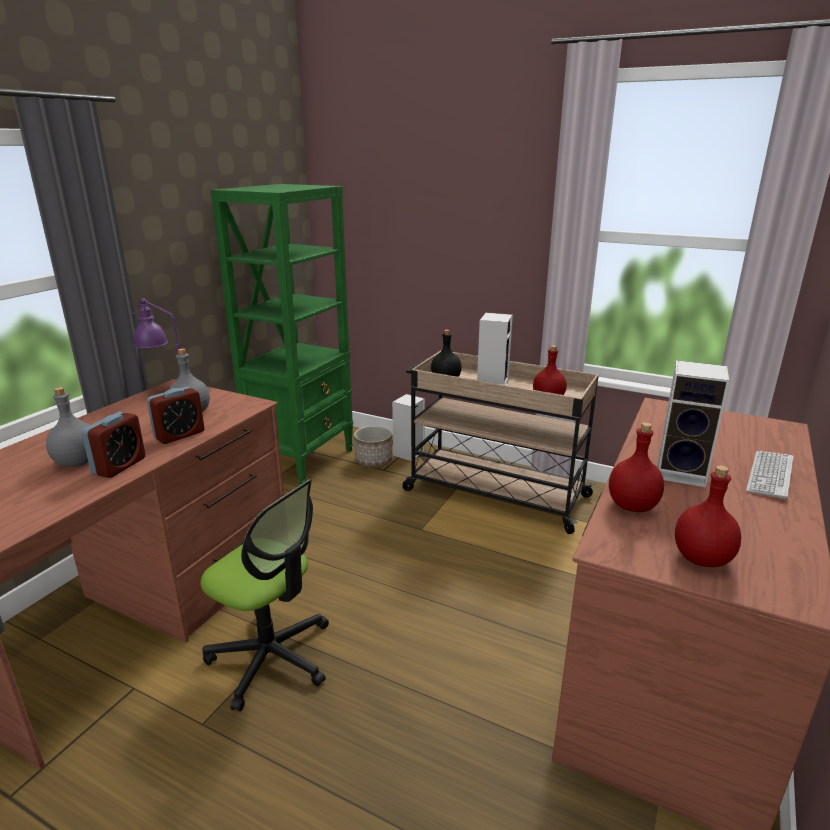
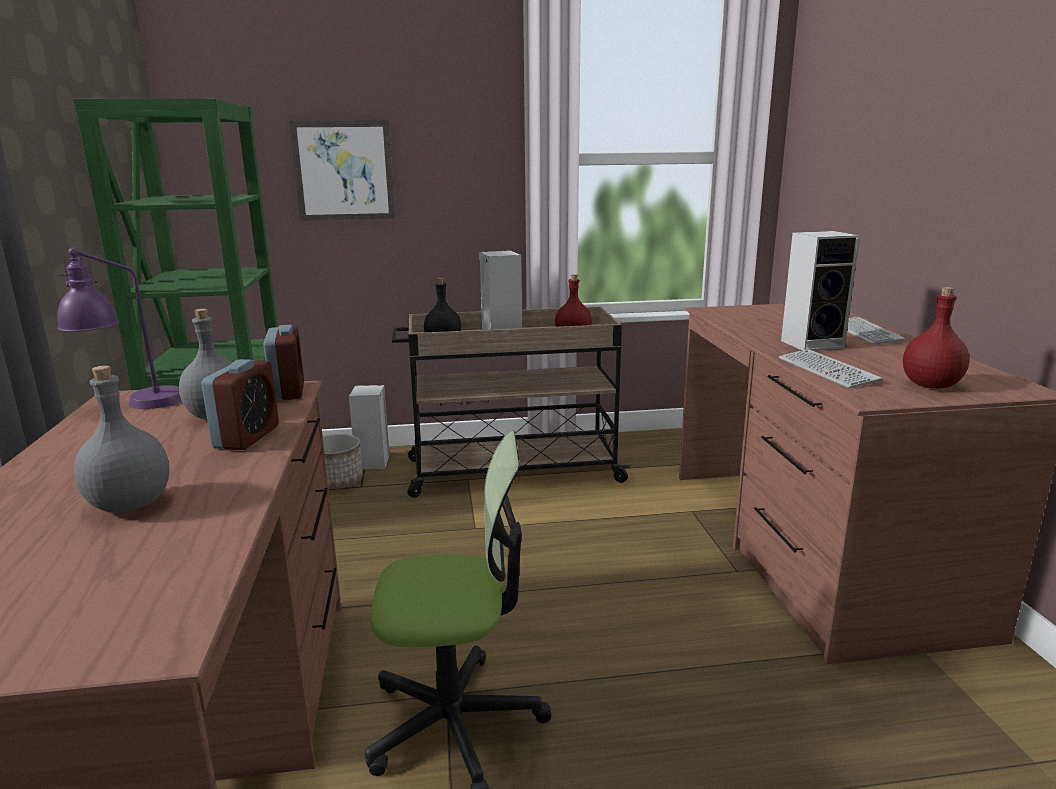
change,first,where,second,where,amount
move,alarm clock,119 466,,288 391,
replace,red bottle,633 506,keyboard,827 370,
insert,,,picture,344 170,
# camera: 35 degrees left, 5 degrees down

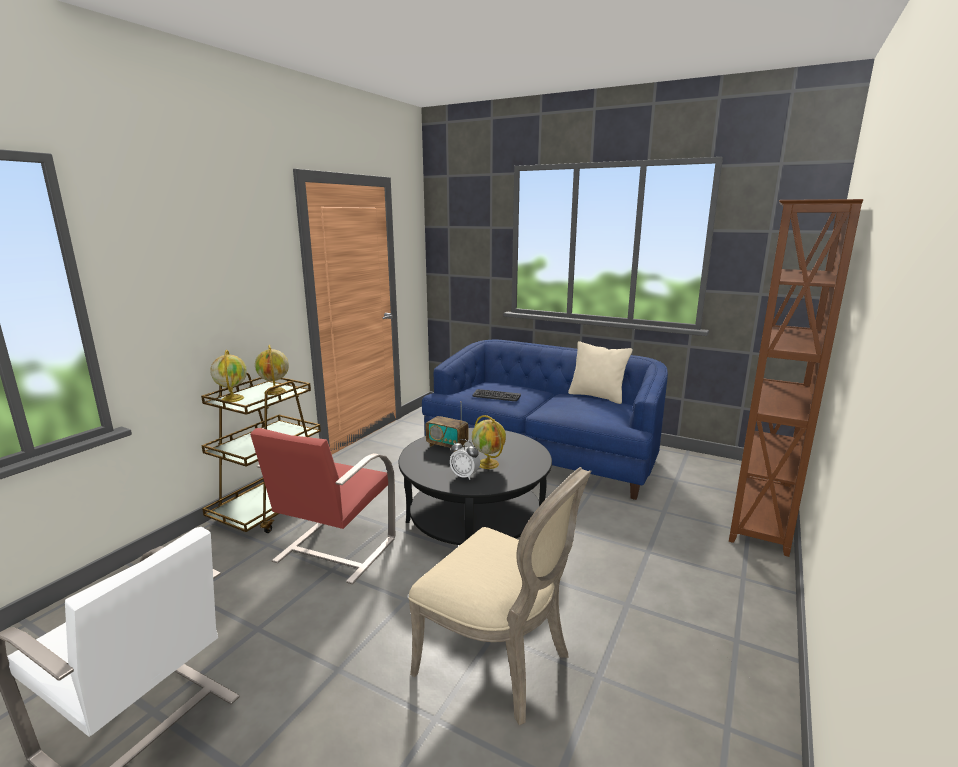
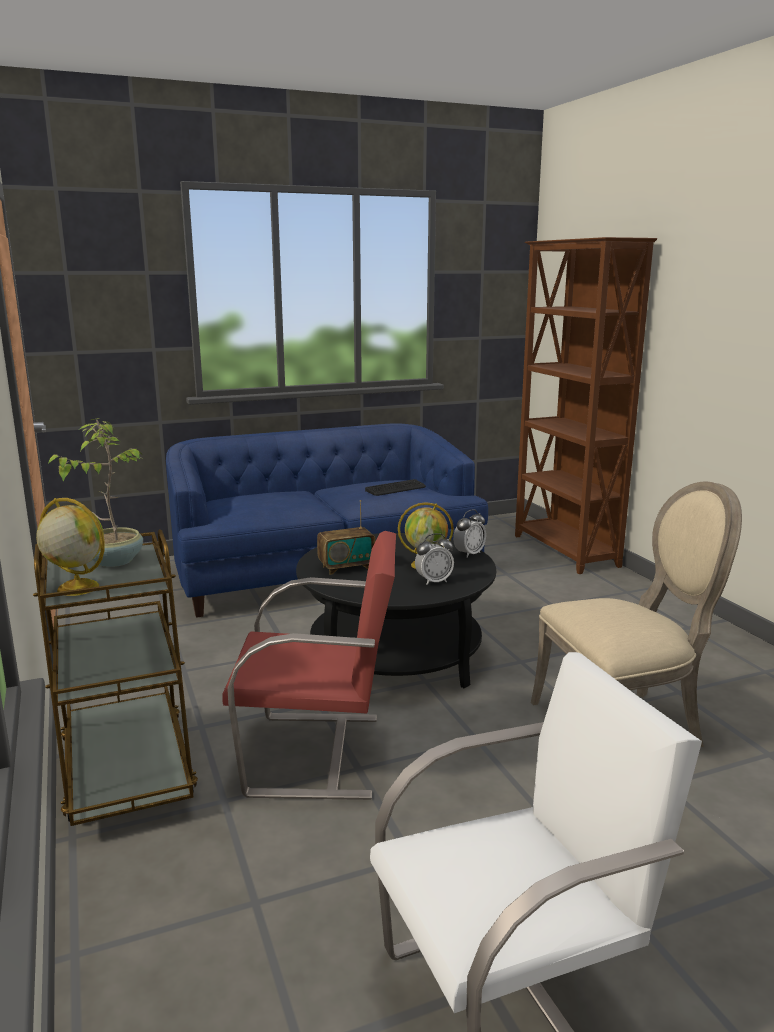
change,first,where,second,where,amount
delete,beige pillow,597 396,,,
replace,globe,275 392,potted plant,113 560,
move,keyboard,496 396,,396 489,
rotate,red chair,333 551,,318 755,60 degrees counterclockwise
insert,,,alarm clock,469 554,
# camera: 50 degrees left, 0 degrees up

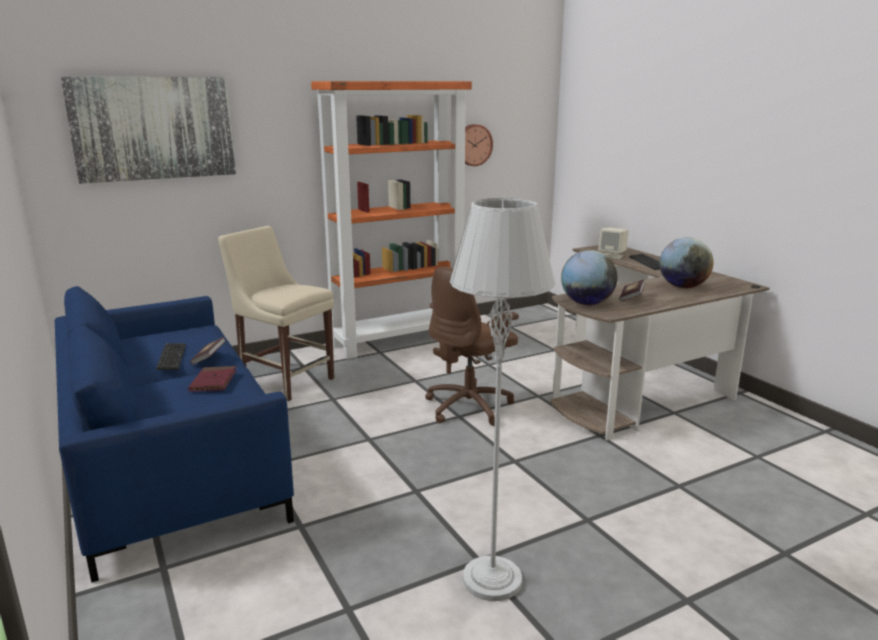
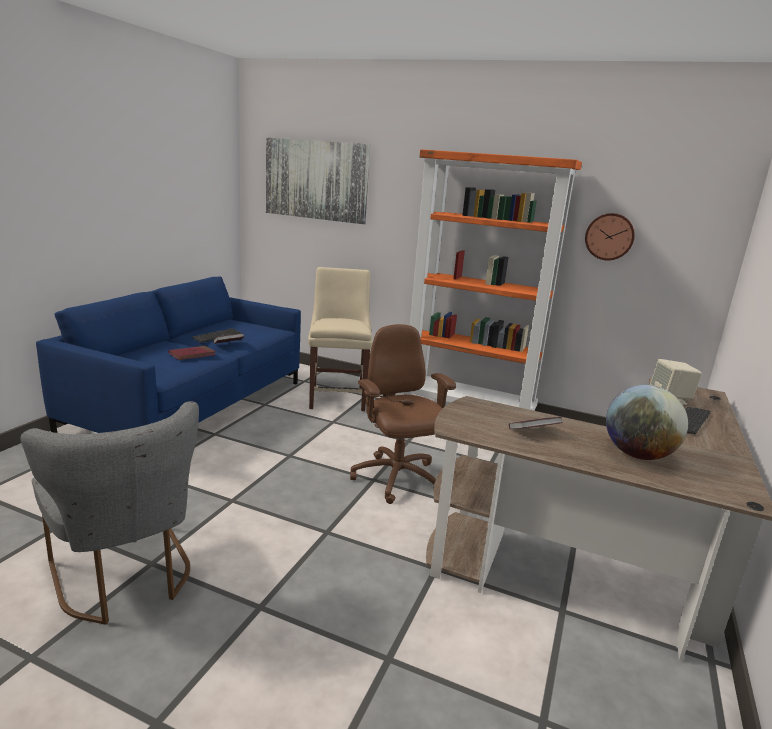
change,first,where,second,where,amount
replace,grey floor lamp,492 580,grey chair,126 579,
delete,globe,586 303,,,
rotate,brown office chair,470 407,,396 479,60 degrees clockwise
# camera: 50 degrees right, 0 degrees up

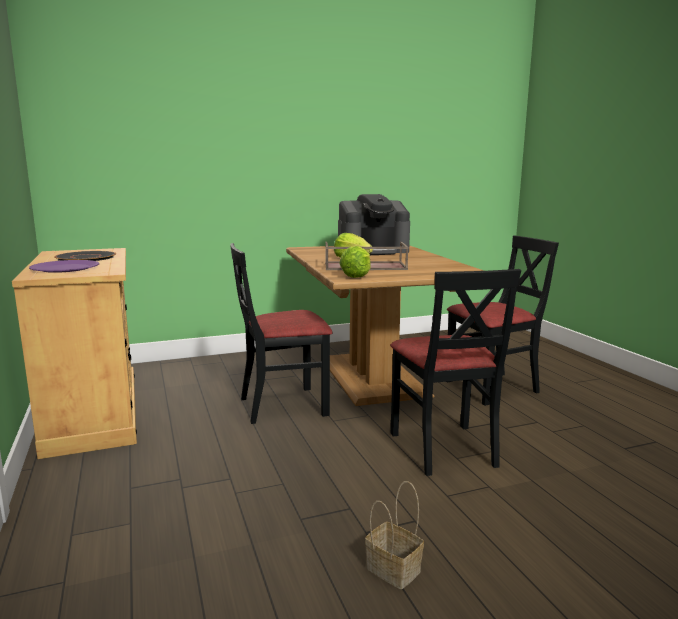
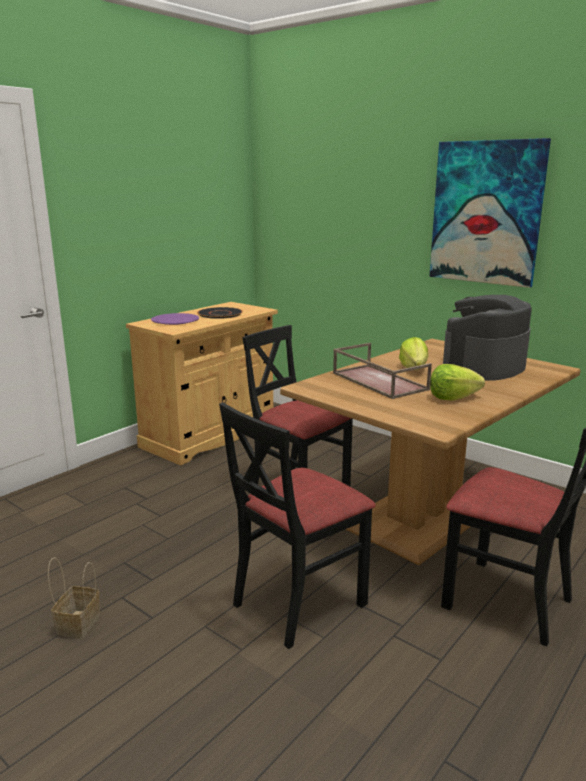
change,first,where,second,where,amount
rotate,coffee machine,373 251,,484 367,90 degrees clockwise
move,lettuce,357 276,,452 398,
insert,,,picture,486 213,
# camera: 60 degrees right, 5 degrees up

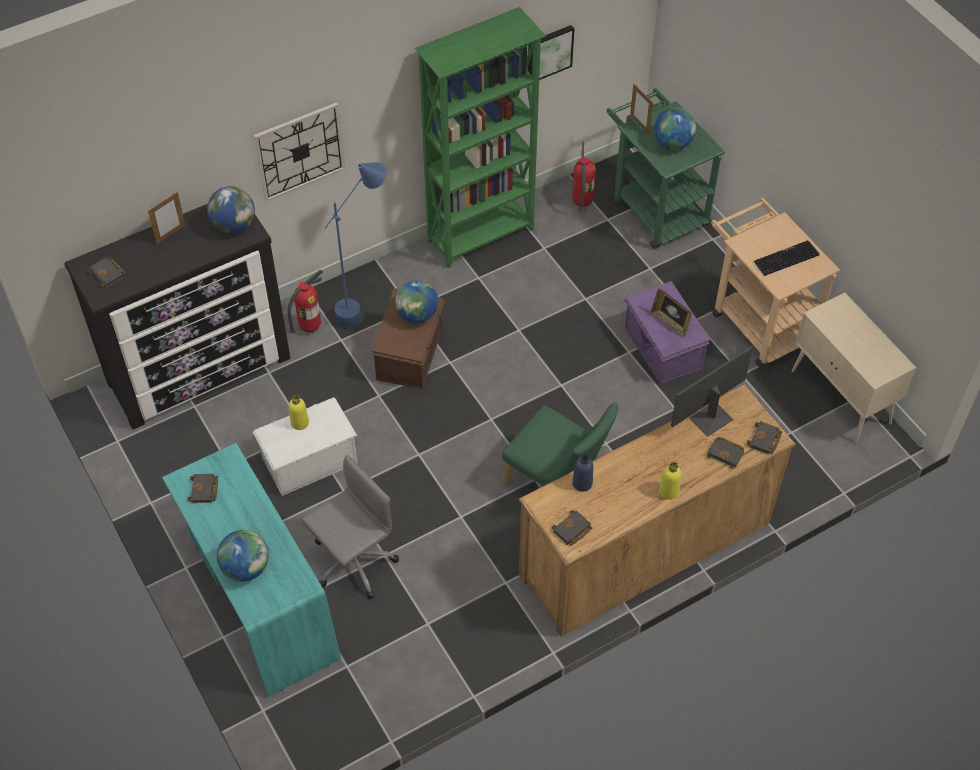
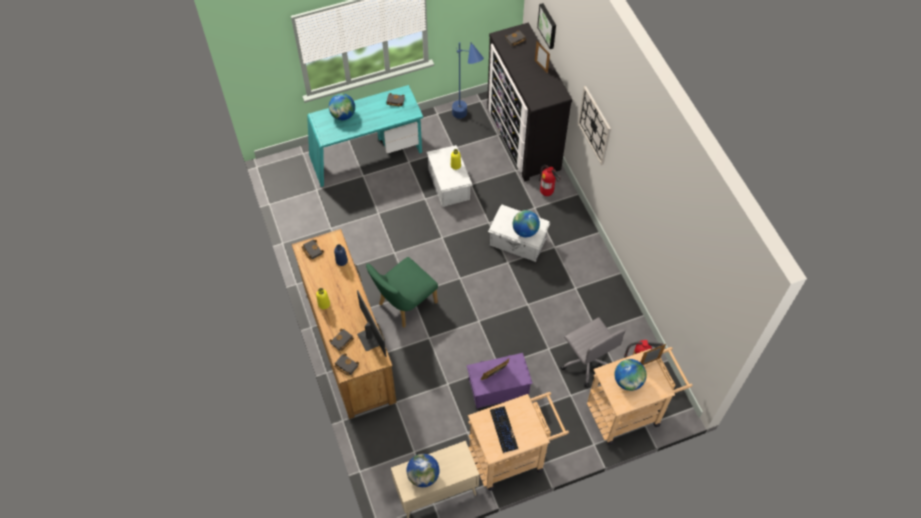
change,first,where,second,where,amount
delete,green bookcase,482 236,,,
move,picture,549 52,,548 25,
recolor,green cart,654 207,beige cart,629 411,
move,blue floor lamp,365 307,,466 121,
move,globe,234 225,,423 475,
recolor,brown storage box,411 353,white storage box,518 242,
move,grey office chair,352 562,,587 361,
# camera: 100 degrees right, 5 degrees up

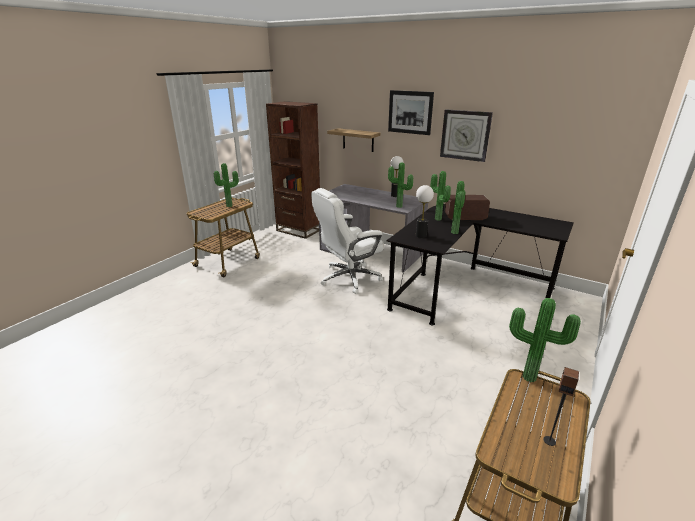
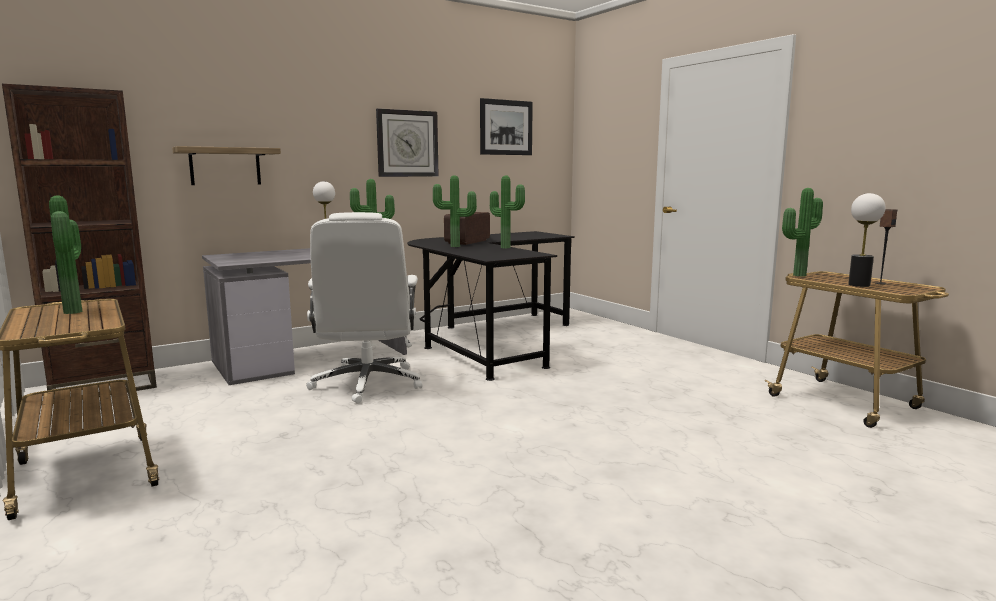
change,first,where,second,where,amount
move,picture,410 112,,506 127,
move,table lamp,421 235,,859 285,
# camera: 65 degrees left, 15 degrees down

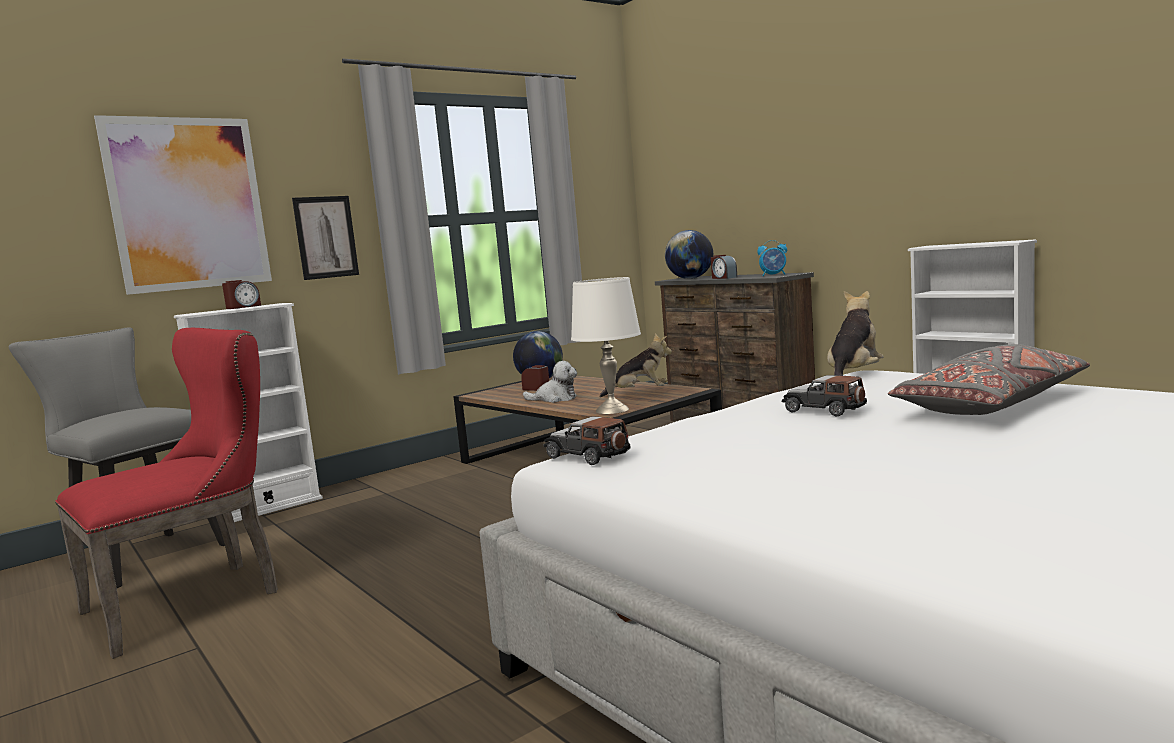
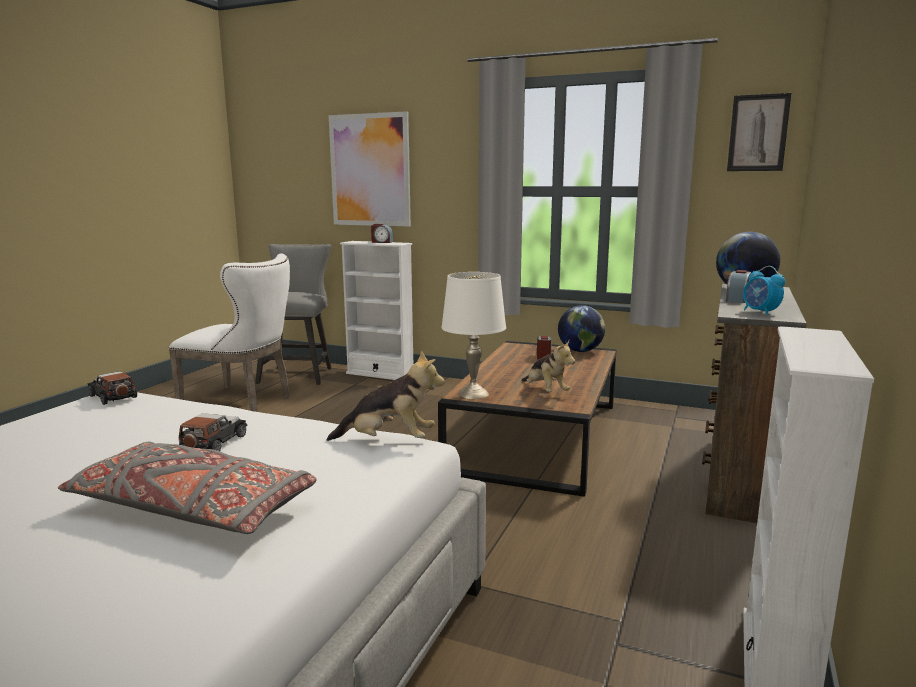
change,first,where,second,where,amount
move,picture,326 237,,758 133,
recolor,red chair,195 599,white chair,243 403,
delete,plush toy,555 399,,,
rotate,toy car,588 456,,113 397,60 degrees counterclockwise
# camera: 60 degrees right, 5 degrees up

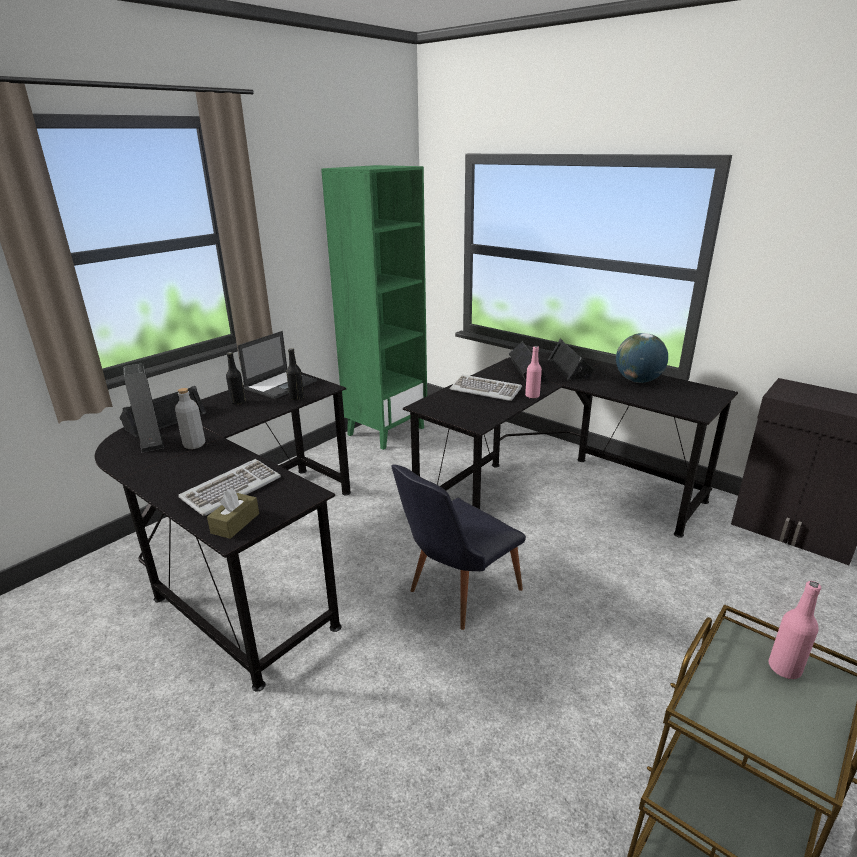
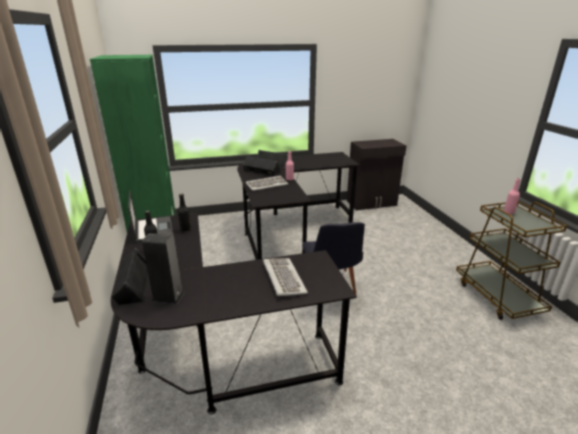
change,first,where,second,where,amount
delete,globe,638 381,,,
delete,grey bottle,194 445,,,
delete,brown tissue box,235 523,,,
# camera: 55 degrees left, 0 degrees up

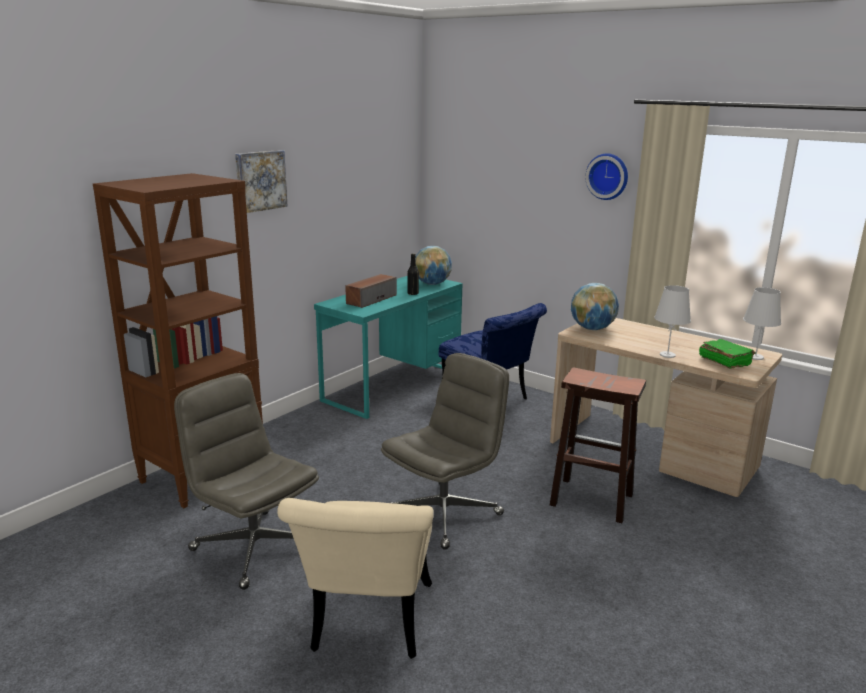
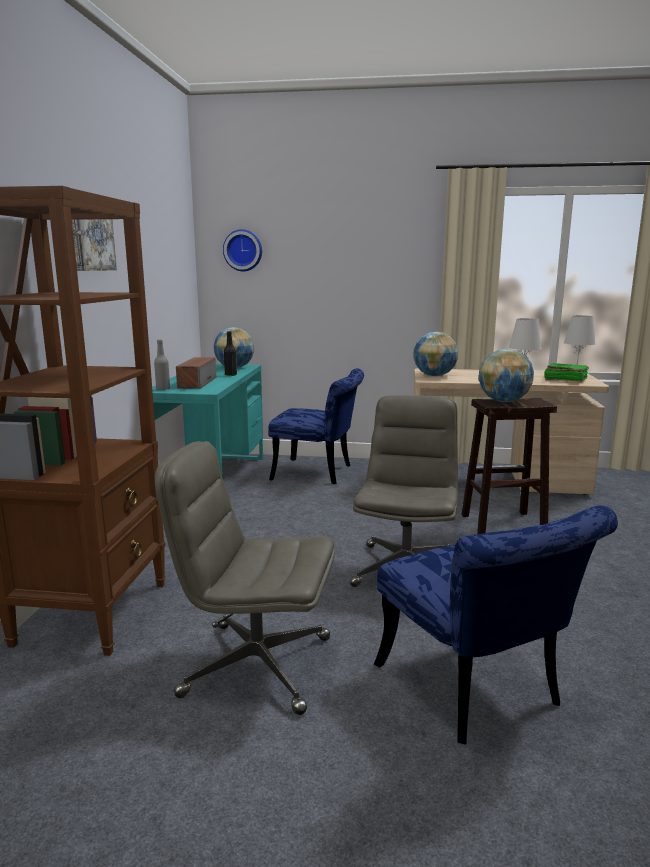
change,first,where,second,where,amount
move,wall clock,608 176,,243 250,
recolor,beige chair,368 625,blue chair,477 693,
insert,,,grey bottle,163 389,
insert,,,globe,504 401,
# camera: 30 degrees left, 5 degrees down

